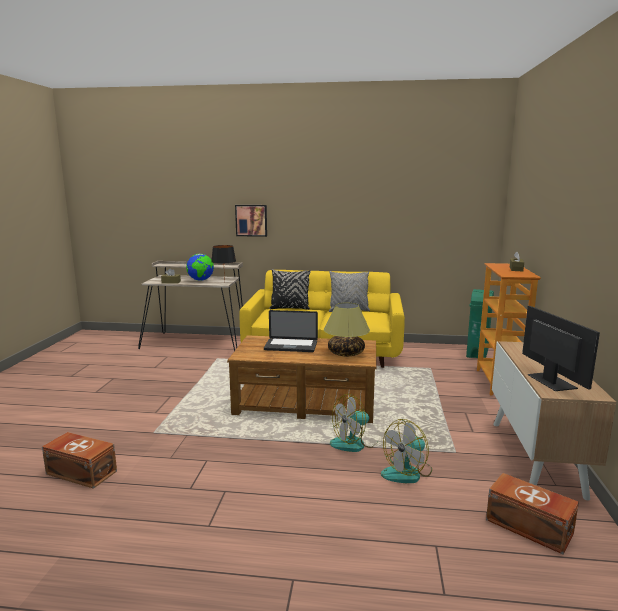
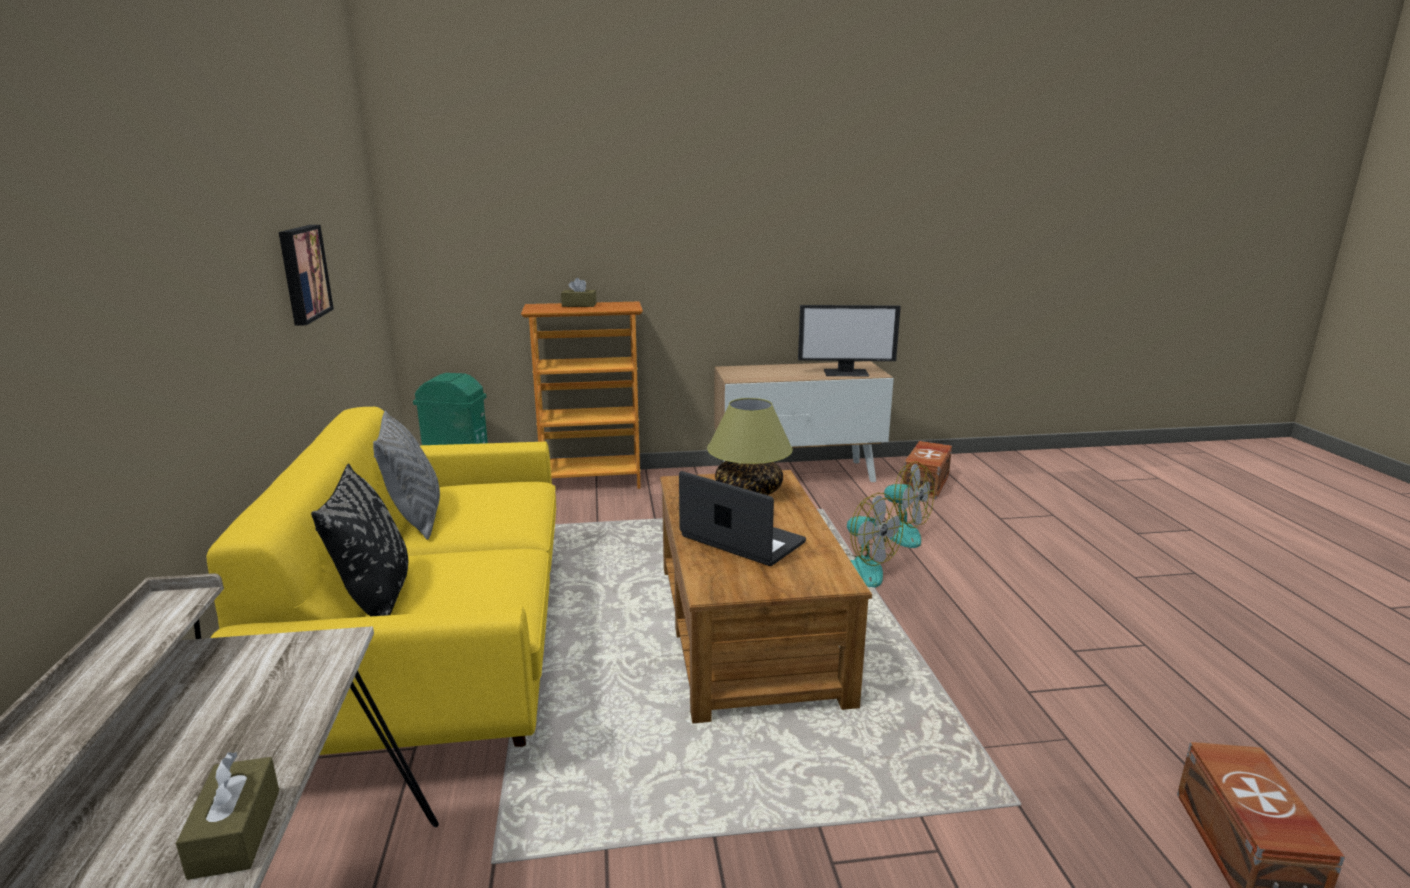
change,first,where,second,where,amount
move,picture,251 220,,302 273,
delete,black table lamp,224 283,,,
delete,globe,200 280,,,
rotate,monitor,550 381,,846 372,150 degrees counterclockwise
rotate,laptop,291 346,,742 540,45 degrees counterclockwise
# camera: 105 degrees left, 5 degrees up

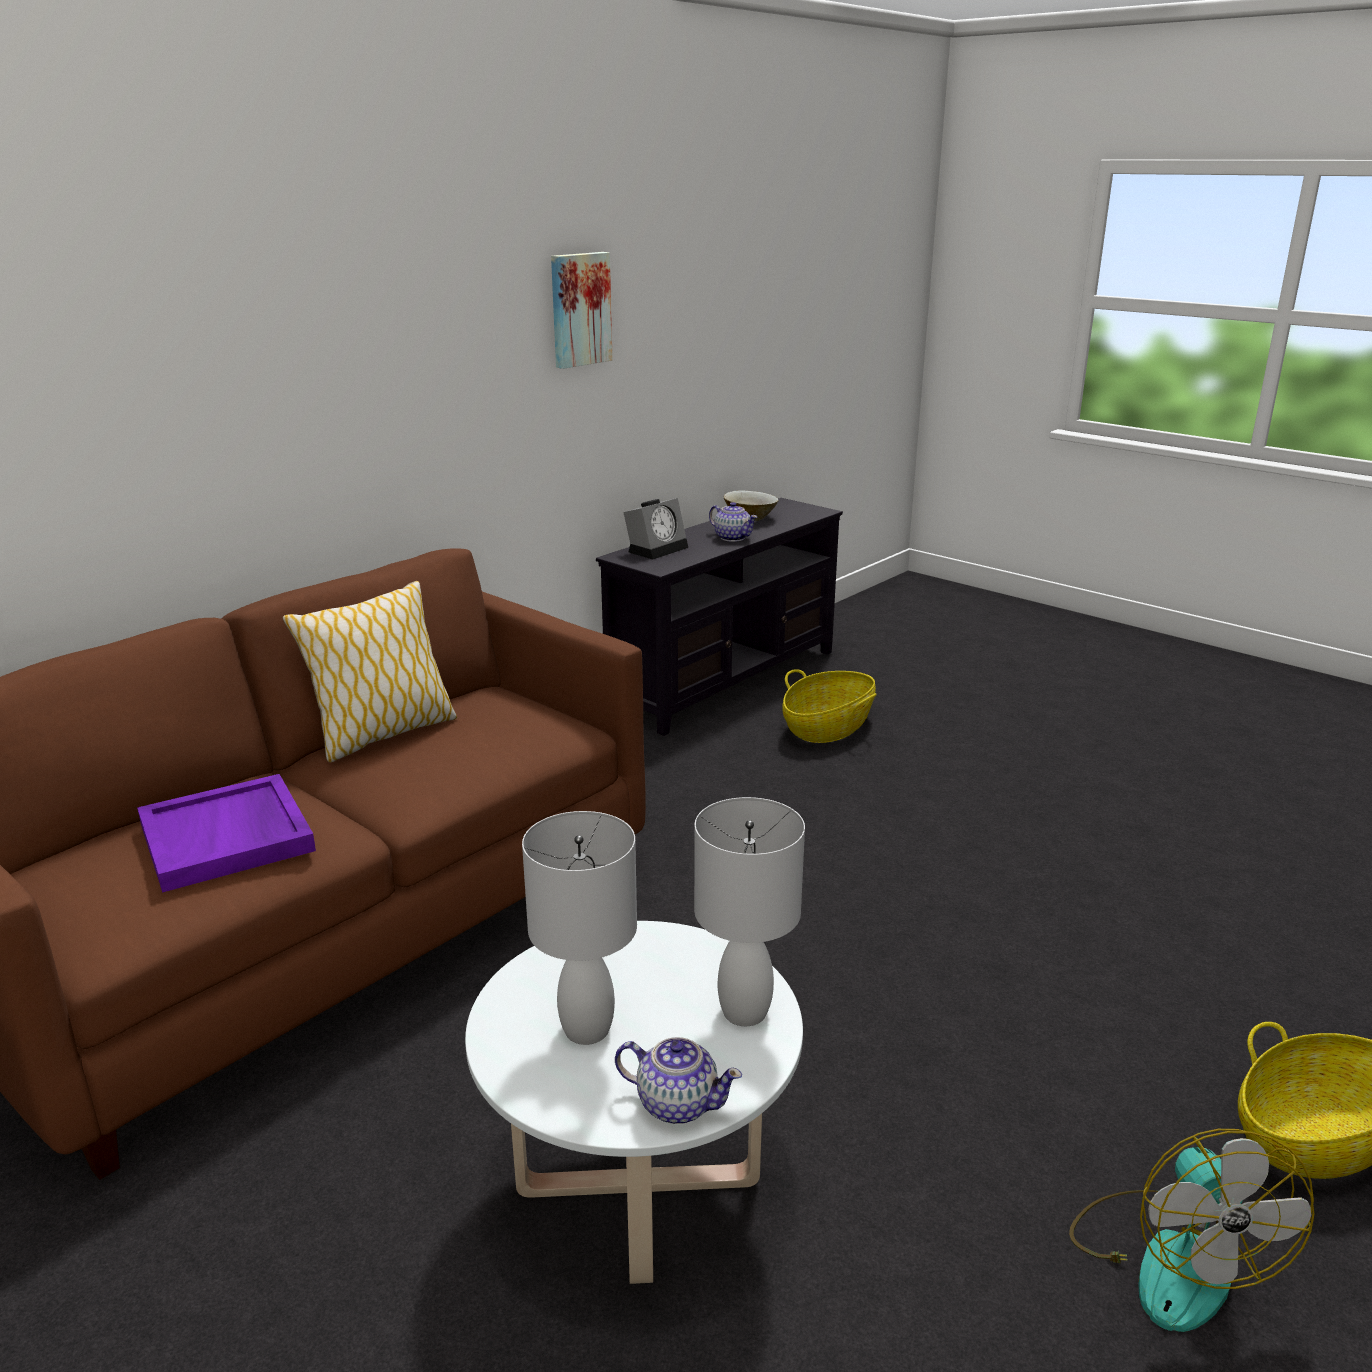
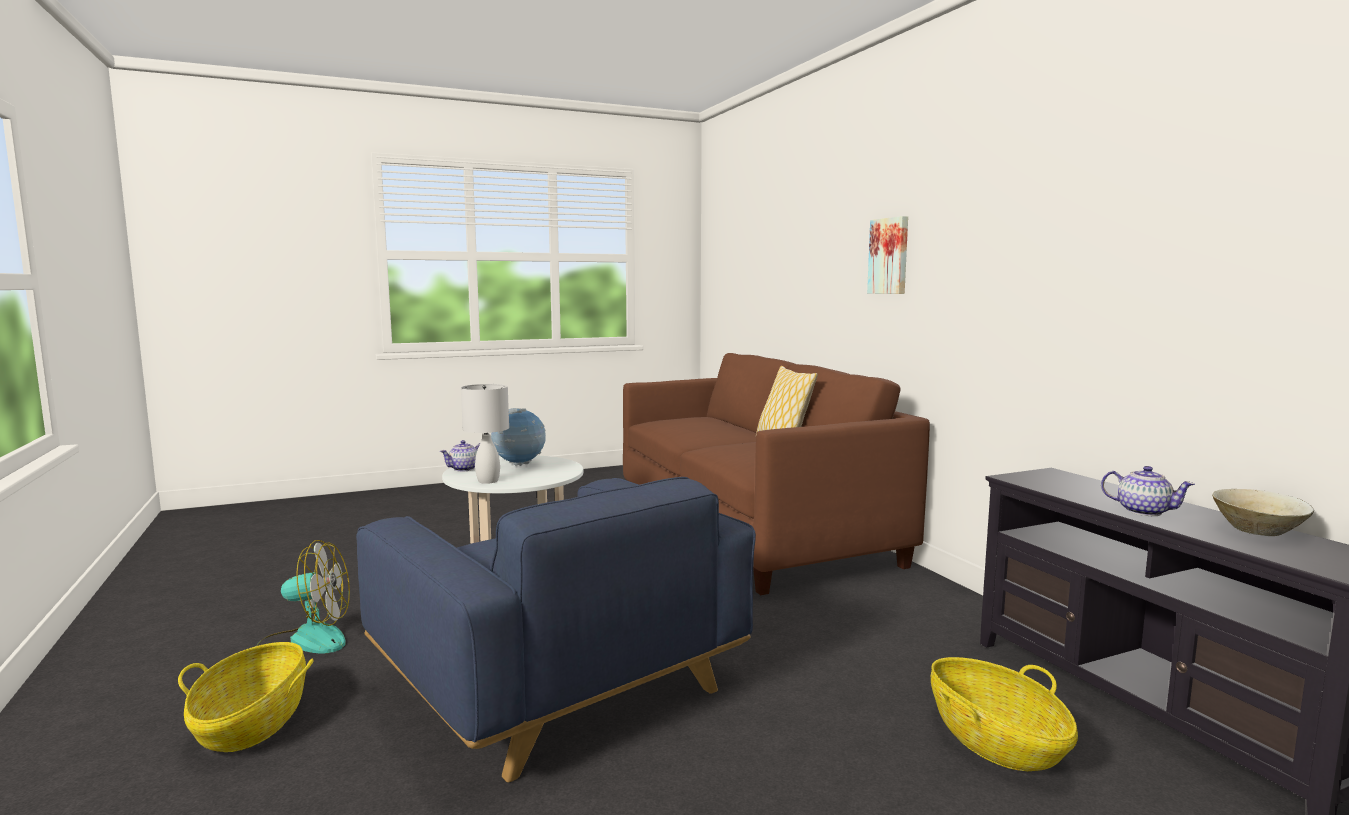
change,first,where,second,where,amount
move,picture,579 309,,890 256,
delete,alarm clock,657 548,,,
rotate,teapot,732 537,,1143 511,120 degrees counterclockwise
delete,purple tray,228 837,,,
replace,white table lamp,586 1031,globe,519 465,
rotate,fan,1171 1258,,304 642,150 degrees clockwise
insert,,,blue armchair,559 681,
# camera: 115 degrees right, 15 degrees down

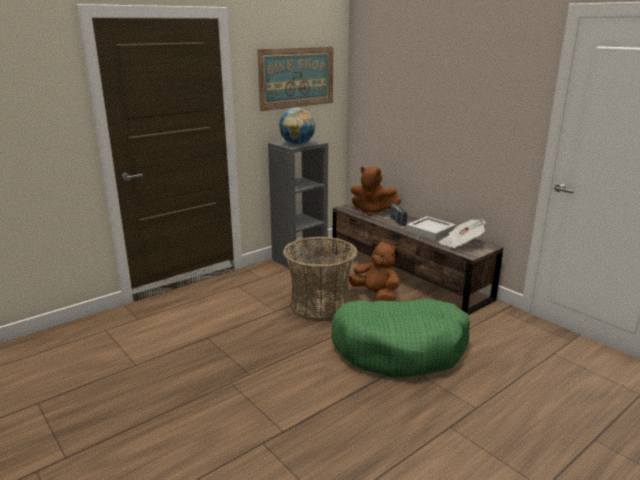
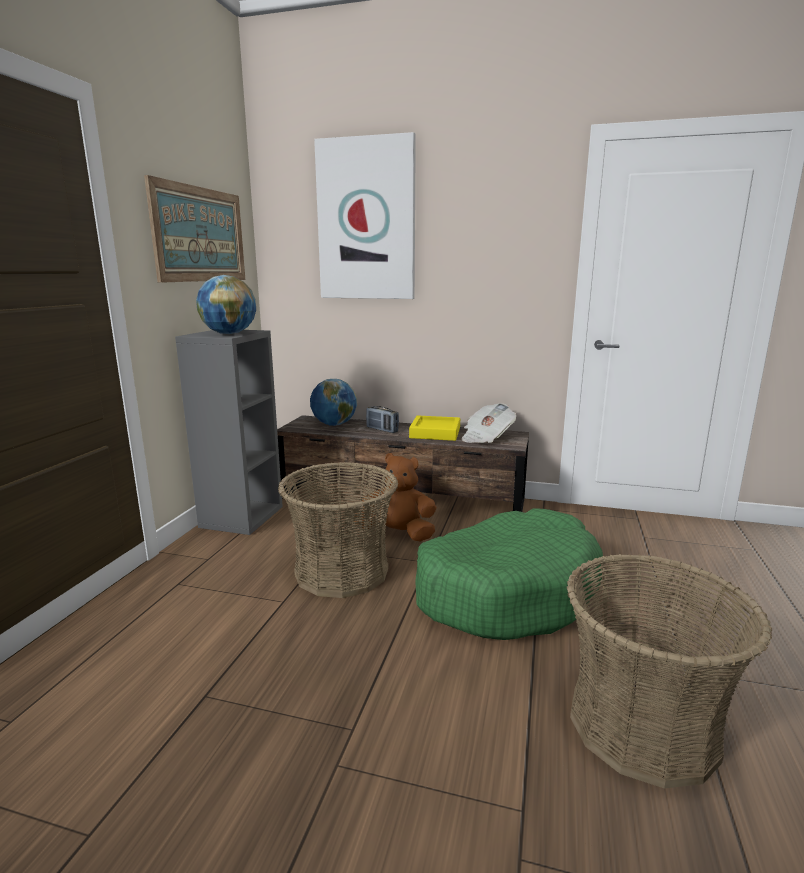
change,first,where,second,where,amount
replace,brown plush toy,372 211,globe,334 424,
recolor,grey tray,430 232,yellow tray,435 433,
insert,,,picture,366 220,
insert,,,basket,642 725,
# camera: 35 degrees left, 5 degrees down

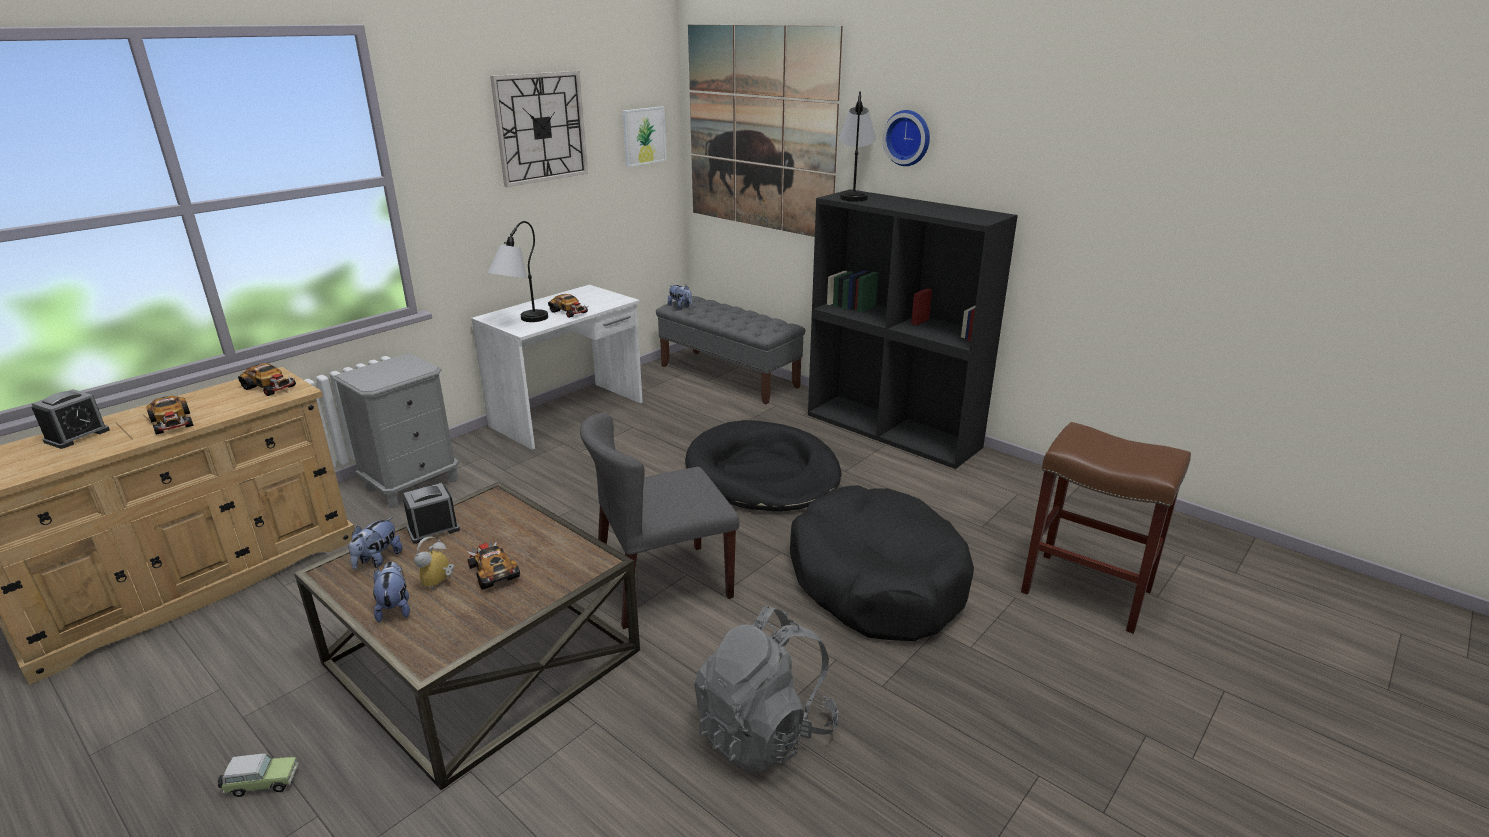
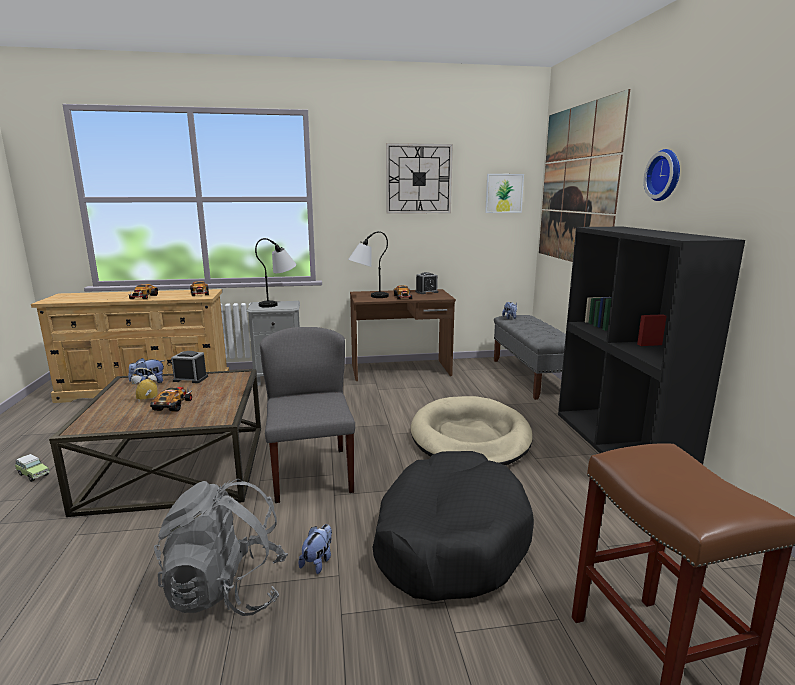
change,first,where,second,where,amount
move,table lamp,854 194,,279 303,
recolor,white desk,569 414,brown desk,401 370,
move,alarm clock,77 436,,426 292,
rotate,grey chair,662 585,,311 473,60 degrees clockwise
recolor,black dog bed,762 473,beige dog bed,470 437,
move,plush toy,395 608,,318 561,
# camera: 40 degrees right, 10 degrees down

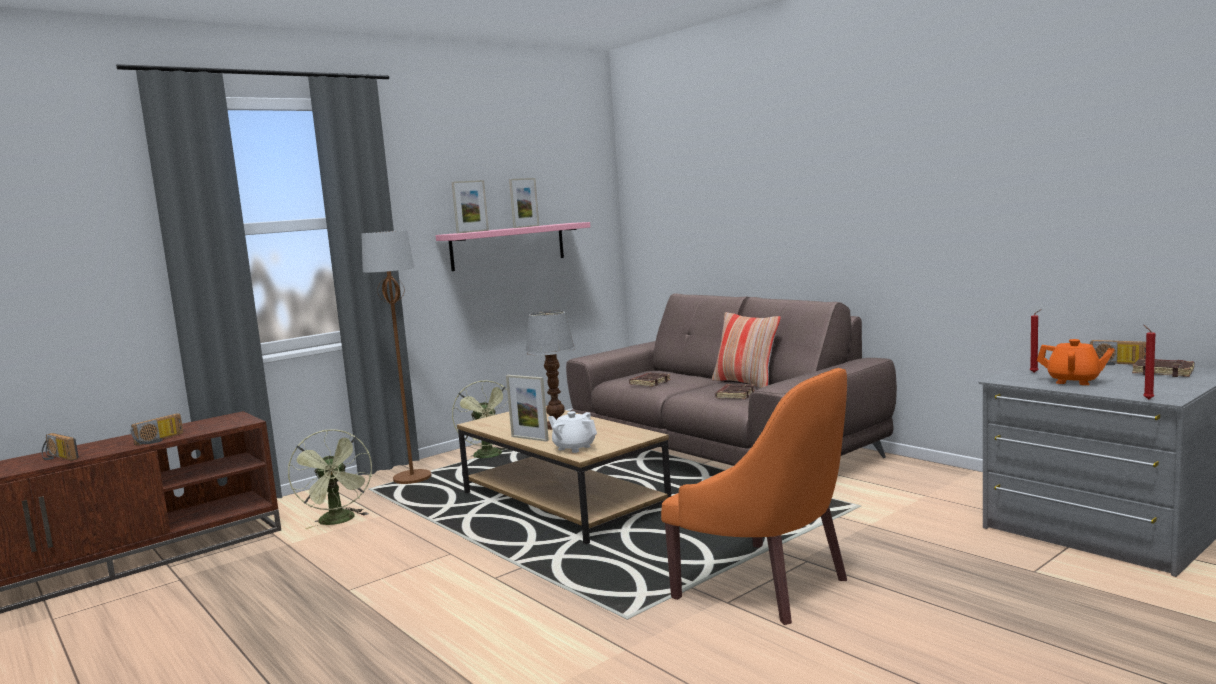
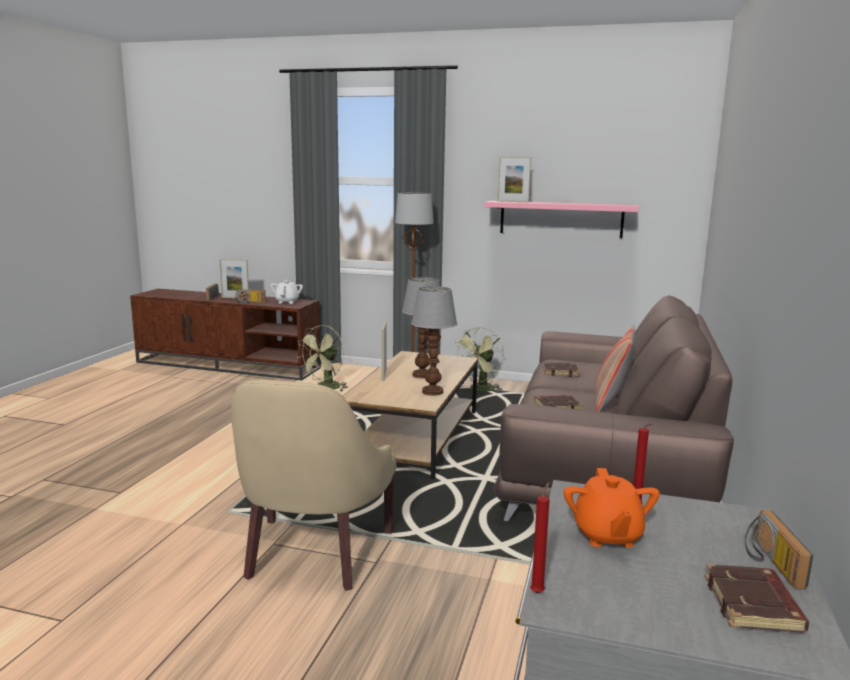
change,first,where,second,where,amount
move,picture frame,526 227,,235 298,
recolor,orange armchair,767 585,beige armchair,313 554,
move,white teapot,574 447,,287 302,
insert,,,table lamp,432 391,
# camera: 55 degrees right, 5 degrees up

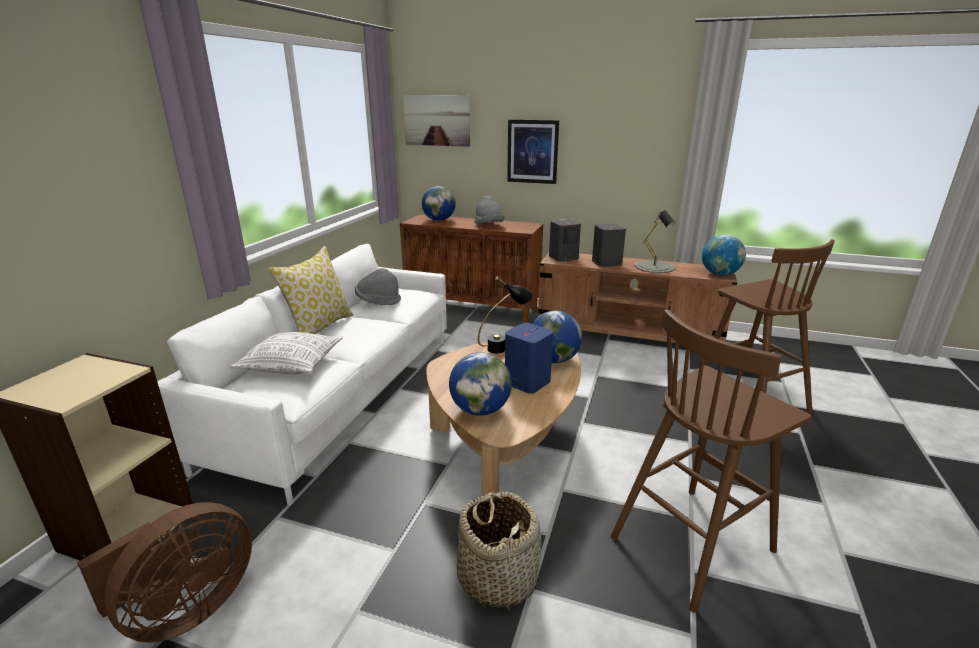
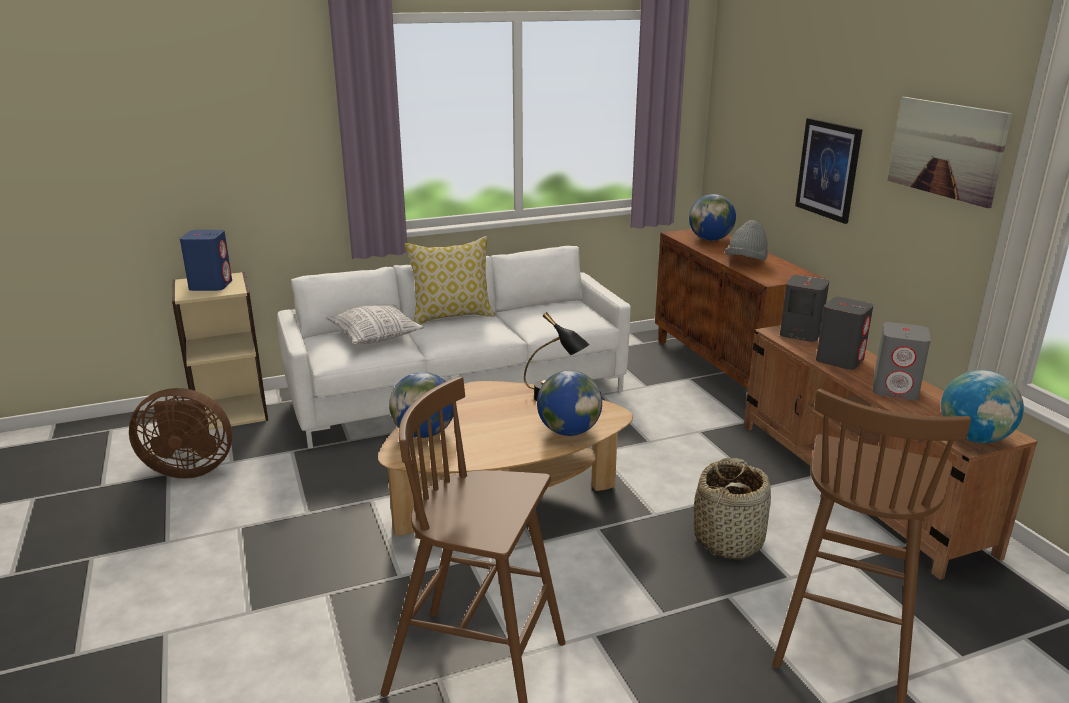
change,first,where,second,where,amount
move,picture,436 120,,946 149,
replace,grey table lamp,654 267,grey speaker,895 390,
delete,grey hat,378 302,,,
move,blue speaker,527 382,,211 285,
move,basket,497 577,,728 540,
# camera: 50 degrees right, 0 degrees up

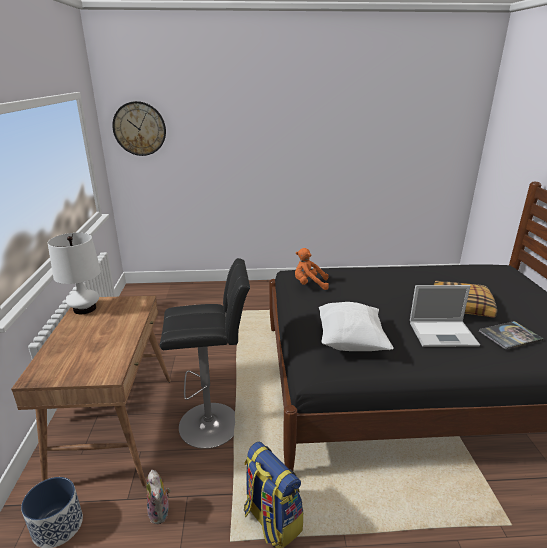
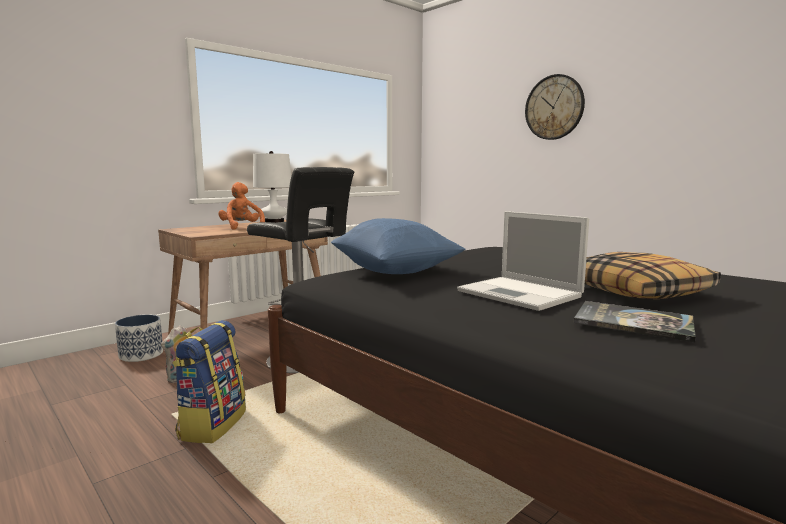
change,first,where,second,where,amount
move,wall clock,139 129,,554 107,
move,orange plush toy,309 284,,242 228,
recolor,white pillow,350 342,blue pillow,396 272,
# camera: 50 degrees right, 15 degrees down

